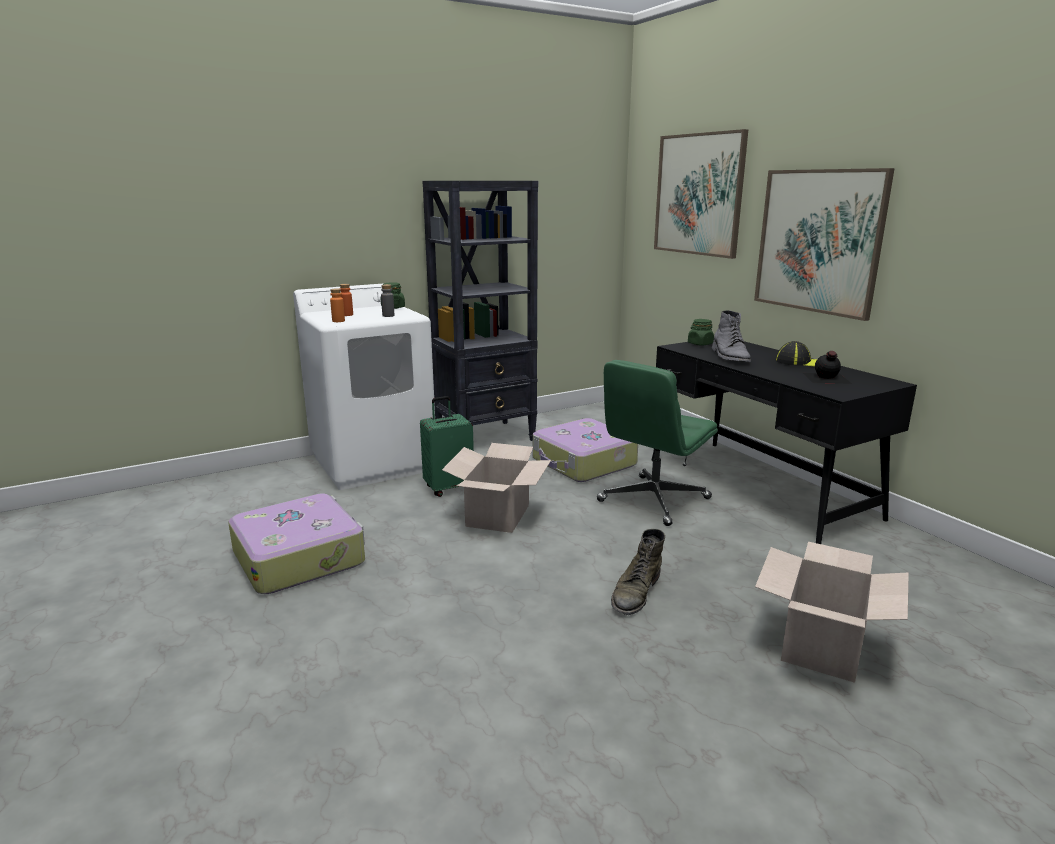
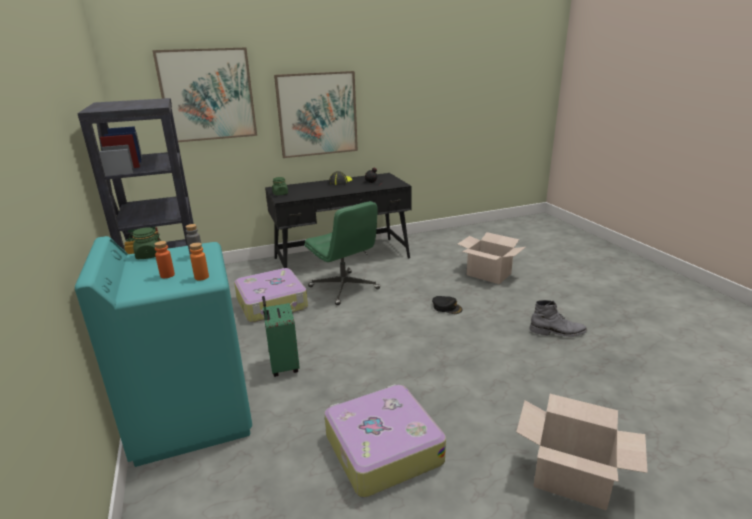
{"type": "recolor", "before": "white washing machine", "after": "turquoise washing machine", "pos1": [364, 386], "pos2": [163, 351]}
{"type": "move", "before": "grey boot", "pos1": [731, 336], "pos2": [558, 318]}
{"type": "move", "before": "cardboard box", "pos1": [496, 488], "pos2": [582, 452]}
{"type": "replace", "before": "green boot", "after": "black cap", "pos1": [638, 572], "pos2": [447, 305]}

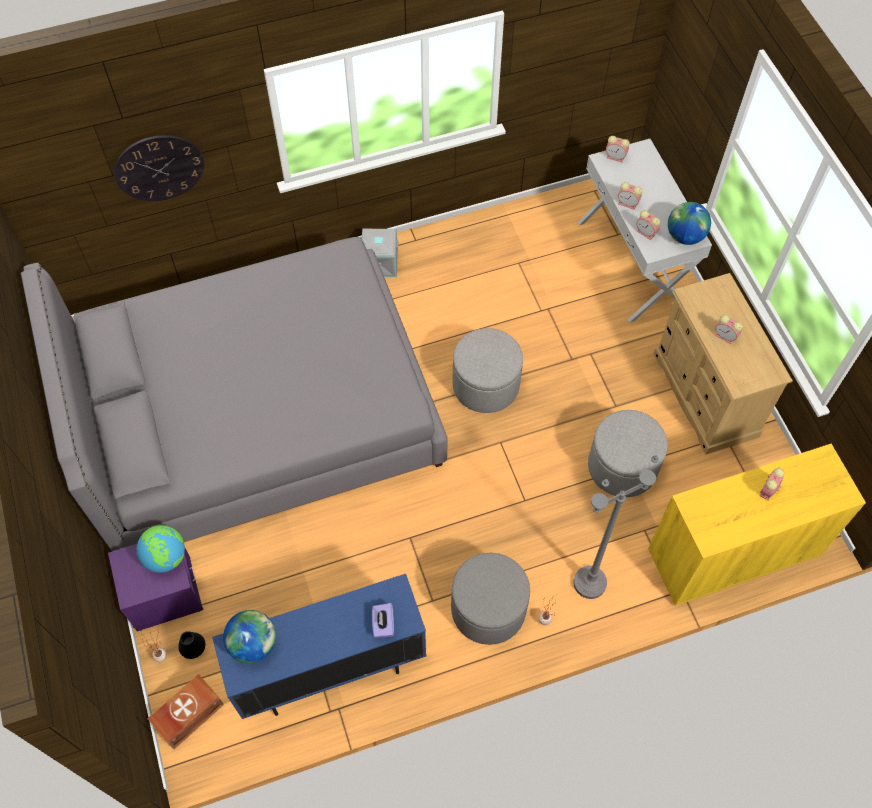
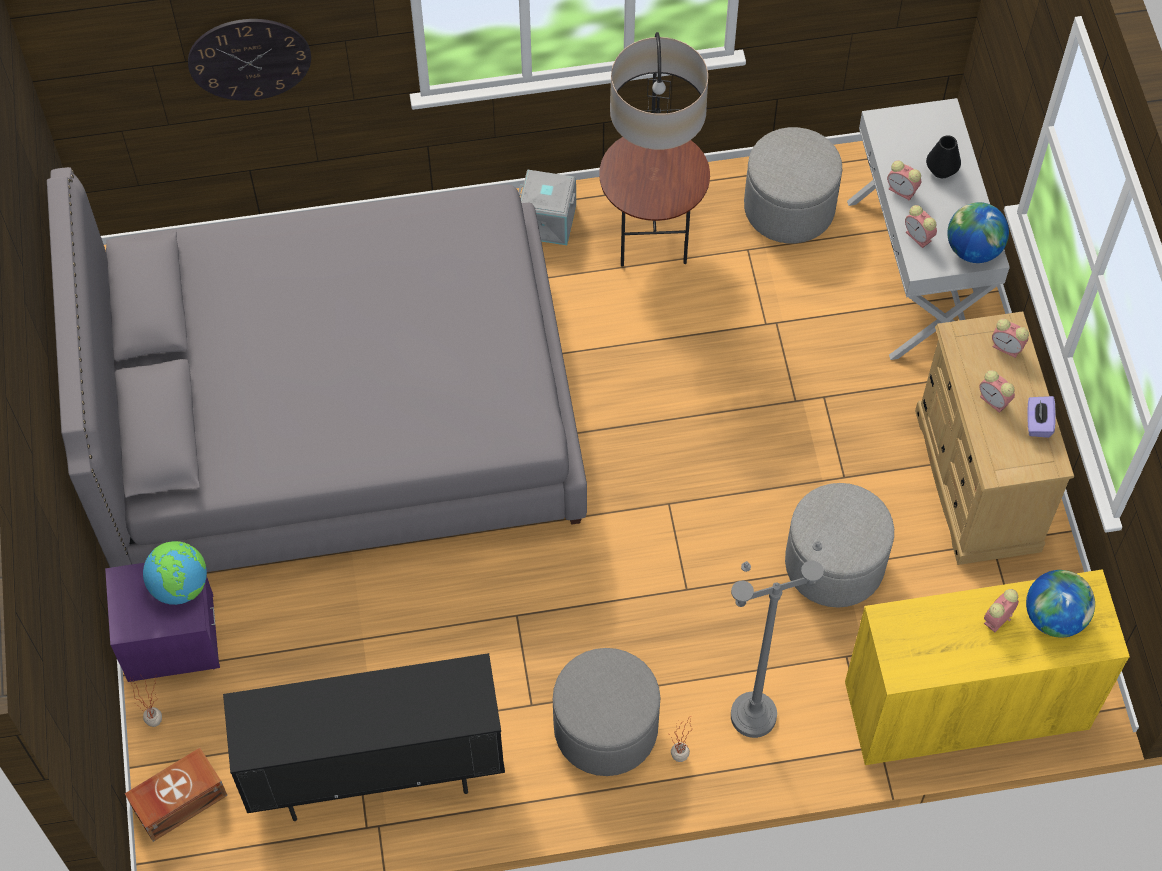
{"type": "move", "before": "alarm clock", "pos1": [618, 149], "pos2": [1010, 338]}
{"type": "move", "before": "grey ottoman", "pos1": [487, 370], "pos2": [793, 185]}
{"type": "recolor", "before": "blue cabinet", "after": "black cabinet", "pos1": [319, 646], "pos2": [364, 737]}
{"type": "move", "before": "purple tissue box", "pos1": [383, 620], "pos2": [1041, 417]}
{"type": "move", "before": "globe", "pos1": [249, 636], "pos2": [1060, 604]}
{"type": "move", "before": "black vase", "pos1": [191, 645], "pos2": [943, 156]}
{"type": "insert", "after": "floor lamp", "pos2": [654, 149]}

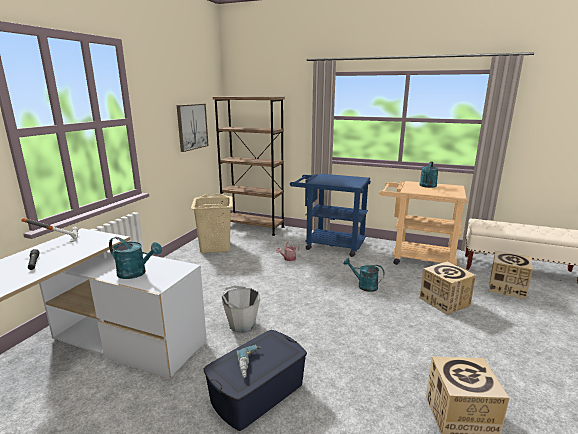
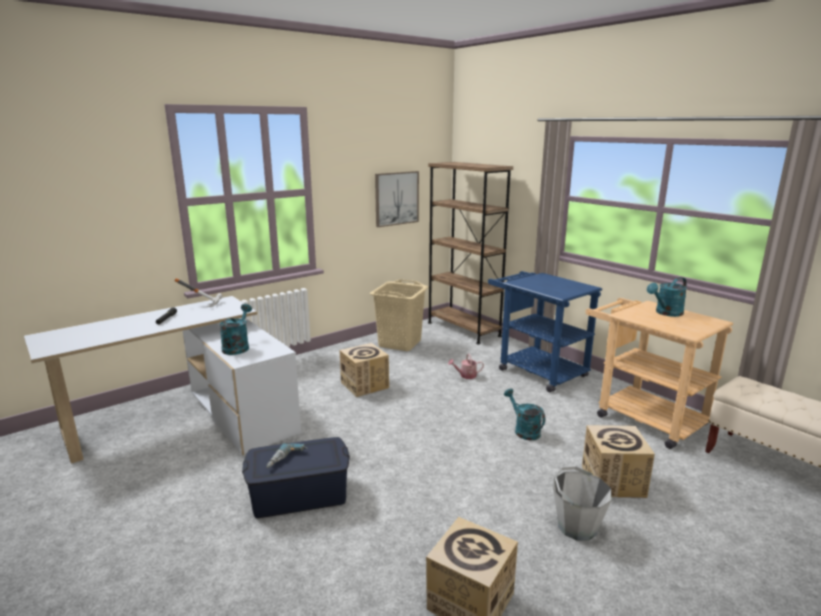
{"type": "rotate", "before": "turquoise watering can", "pos1": [135, 258], "pos2": [236, 329], "turn": -135}
{"type": "move", "before": "cardboard box", "pos1": [511, 275], "pos2": [364, 370]}
{"type": "move", "before": "grey bucket", "pos1": [241, 309], "pos2": [582, 503]}

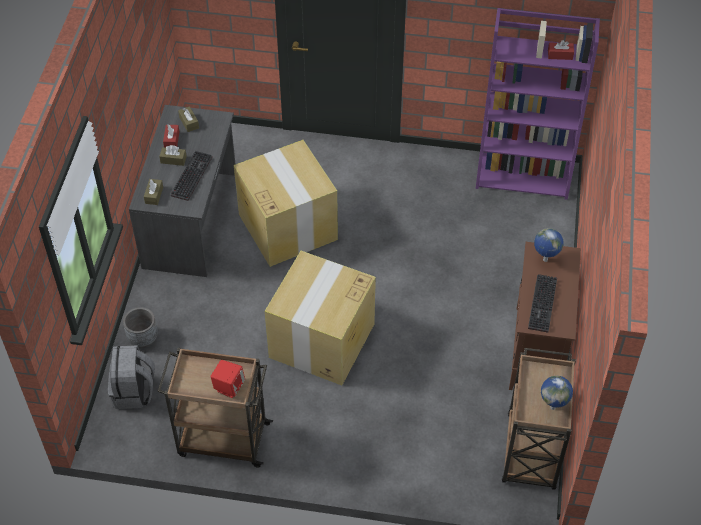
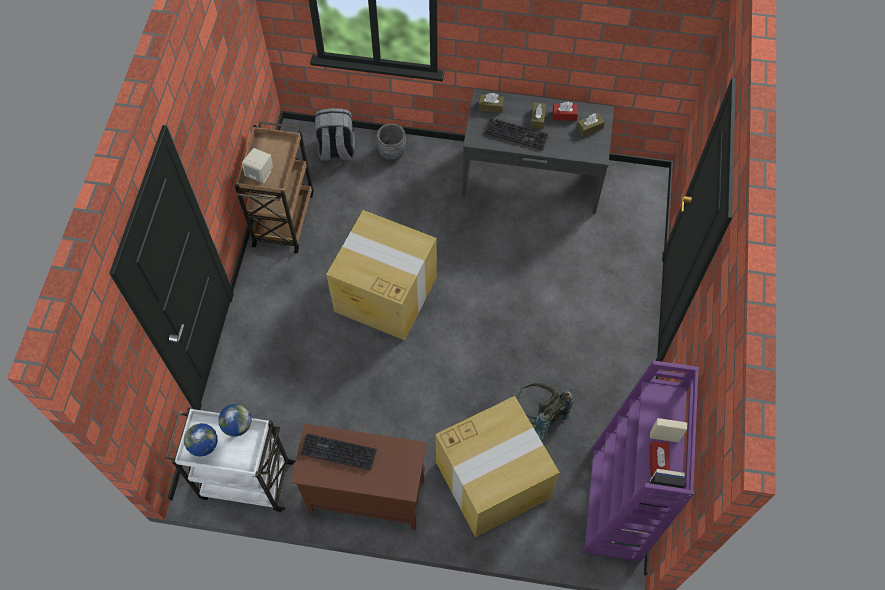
{"type": "move", "before": "cardboard box", "pos1": [286, 203], "pos2": [498, 466]}
{"type": "move", "before": "globe", "pos1": [548, 245], "pos2": [235, 420]}
{"type": "recolor", "before": "brown cart", "after": "white cart", "pos1": [539, 419], "pos2": [230, 460]}
{"type": "recolor", "before": "red speaker", "after": "beige speaker", "pos1": [227, 379], "pos2": [257, 165]}
{"type": "insert", "after": "grey backpack", "pos2": [545, 412]}

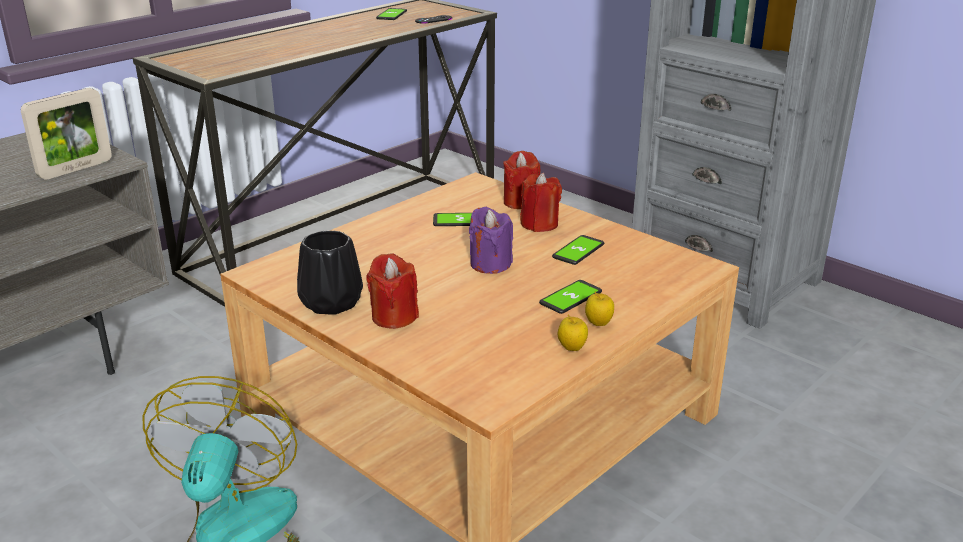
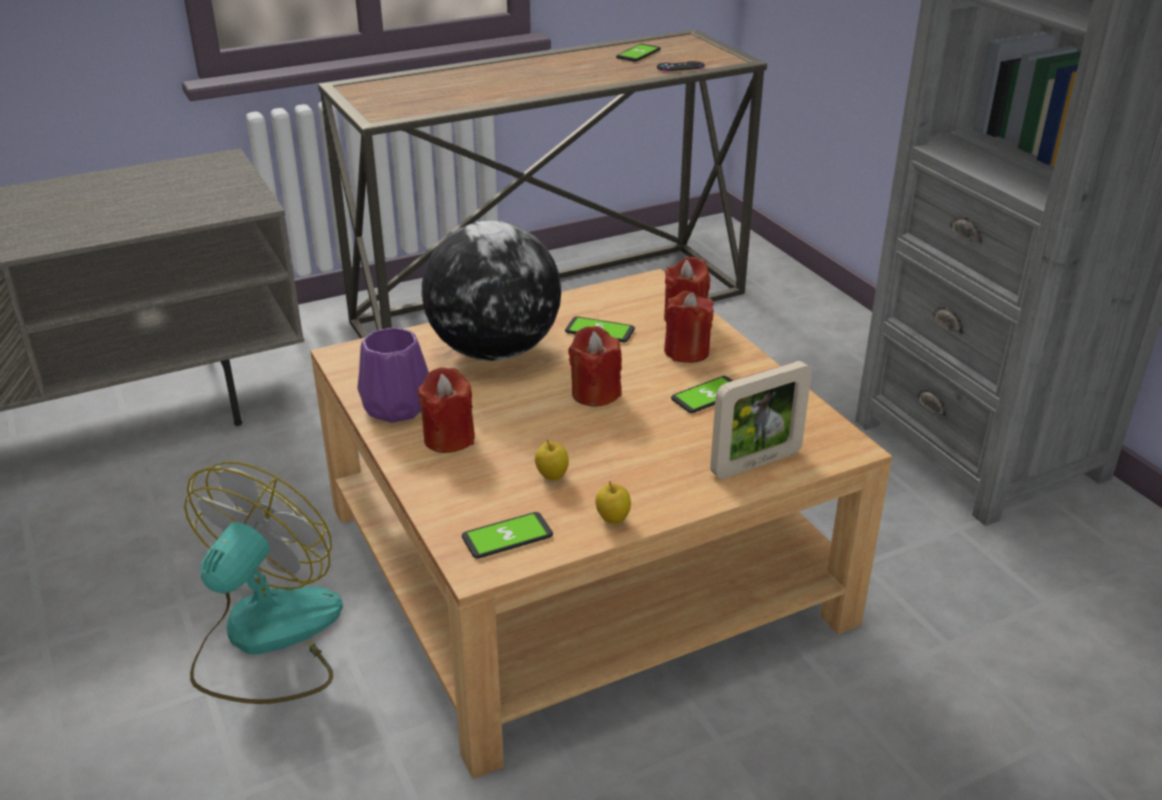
{"type": "move", "before": "picture frame", "pos1": [66, 134], "pos2": [761, 420]}
{"type": "recolor", "before": "purple candle", "after": "red candle", "pos1": [491, 240], "pos2": [595, 366]}
{"type": "recolor", "before": "black vase", "after": "purple vase", "pos1": [330, 272], "pos2": [393, 375]}
{"type": "move", "before": "phone", "pos1": [570, 297], "pos2": [507, 535]}
{"type": "move", "before": "apple", "pos1": [599, 309], "pos2": [552, 460]}
{"type": "insert", "after": "globe", "pos2": [491, 291]}

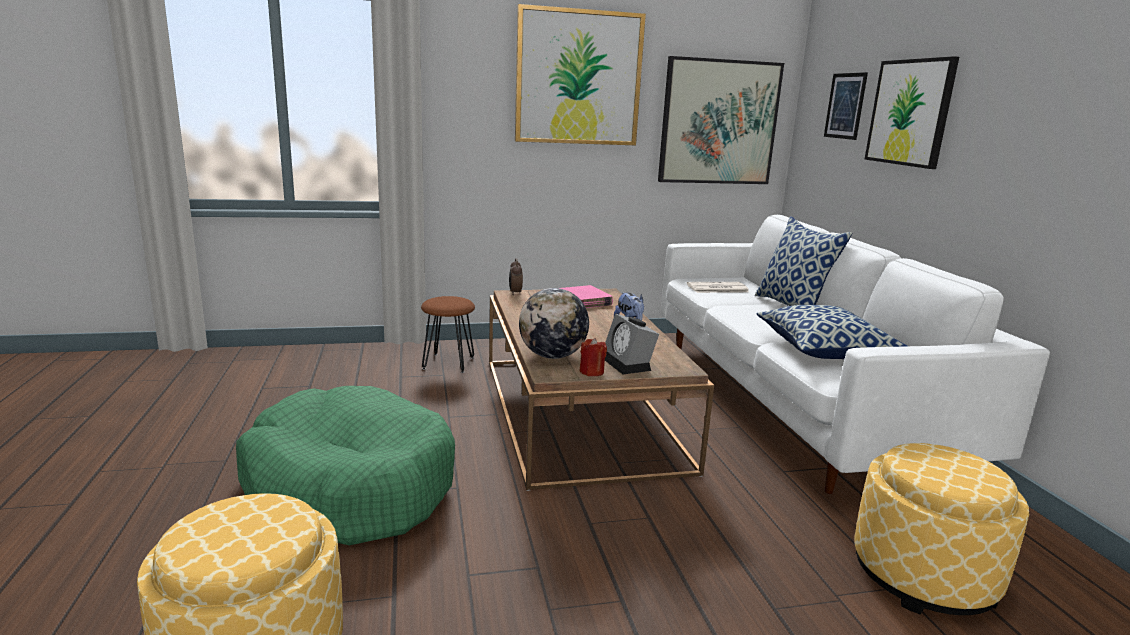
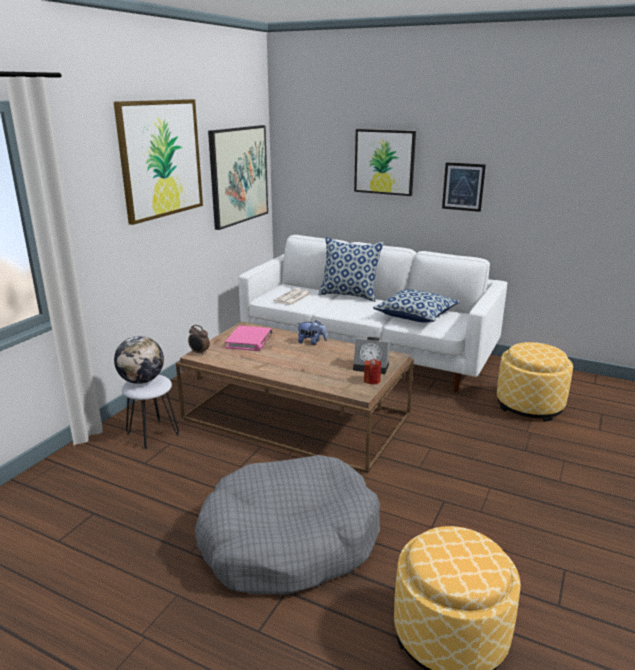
{"type": "move", "before": "picture", "pos1": [846, 106], "pos2": [464, 187]}
{"type": "move", "before": "globe", "pos1": [554, 323], "pos2": [139, 360]}
{"type": "recolor", "before": "brown stool", "after": "white stool", "pos1": [448, 334], "pos2": [150, 412]}
{"type": "recolor", "before": "green dog bed", "after": "grey dog bed", "pos1": [345, 465], "pos2": [287, 525]}

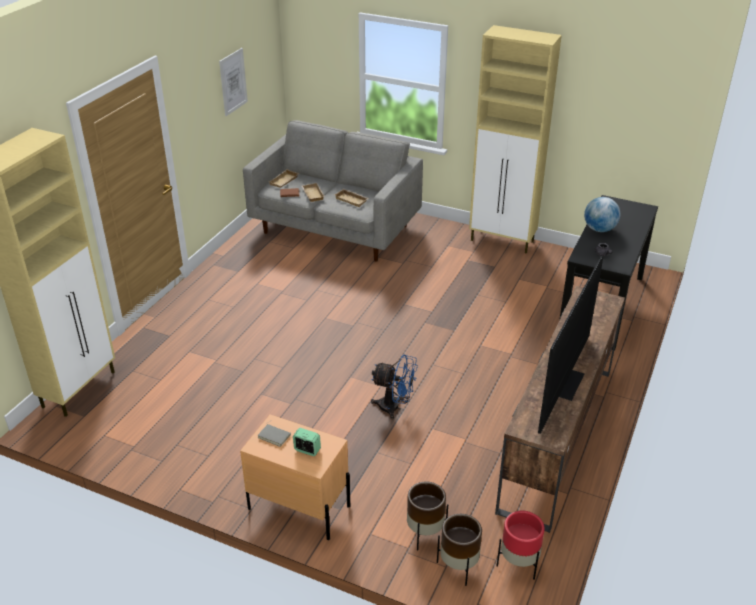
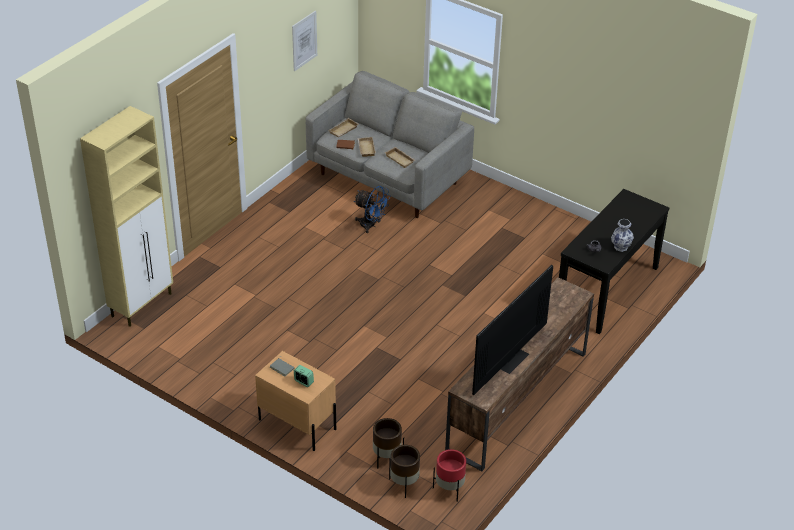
{"type": "delete", "before": "beige cabinet", "pos1": [515, 139]}
{"type": "delete", "before": "globe", "pos1": [602, 214]}
{"type": "move", "before": "blue fan", "pos1": [394, 386], "pos2": [372, 209]}
{"type": "insert", "after": "vase", "pos2": [622, 235]}

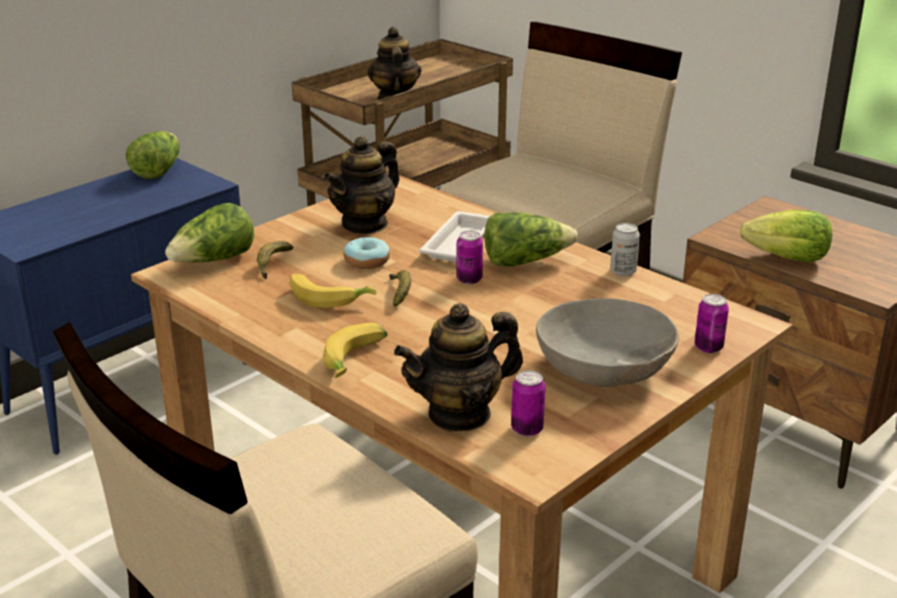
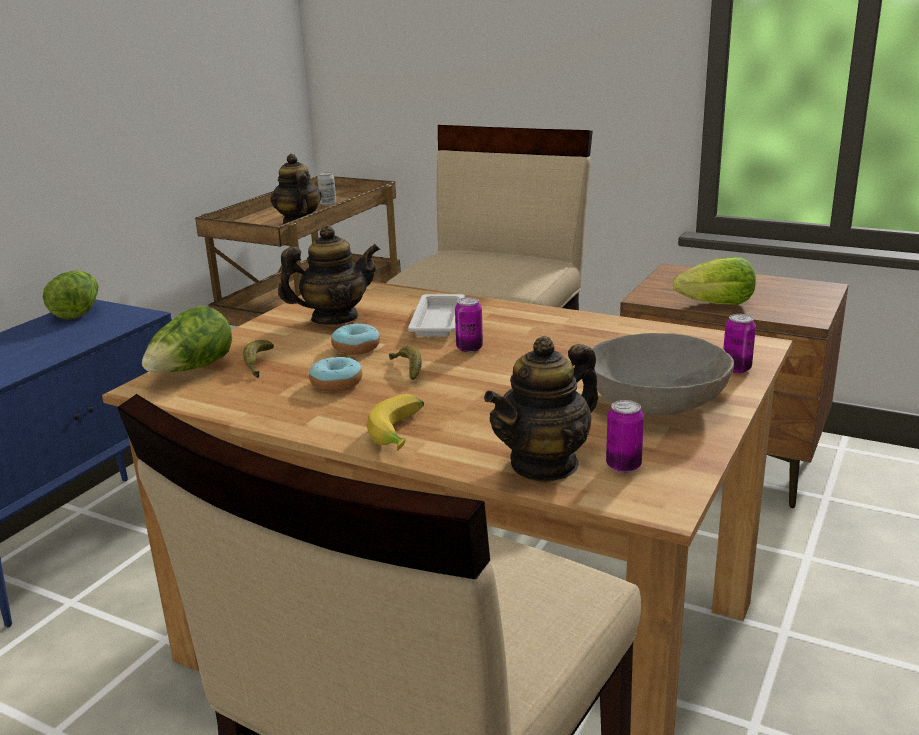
{"type": "rotate", "before": "teapot", "pos1": [362, 185], "pos2": [329, 275], "turn": -135}
{"type": "delete", "before": "lettuce", "pos1": [531, 239]}
{"type": "move", "before": "can", "pos1": [625, 249], "pos2": [326, 189]}
{"type": "replace", "before": "banana", "after": "donut", "pos1": [332, 291], "pos2": [335, 374]}

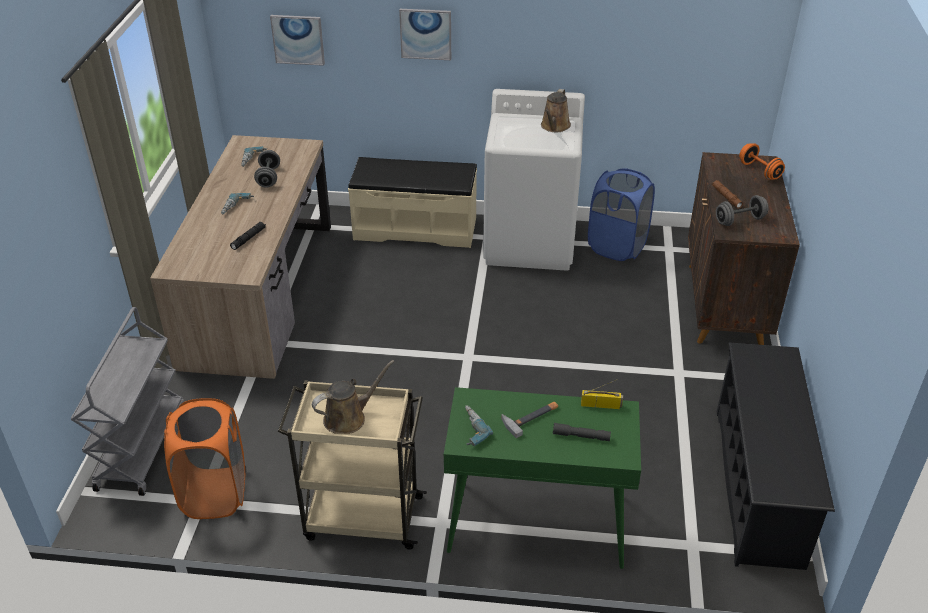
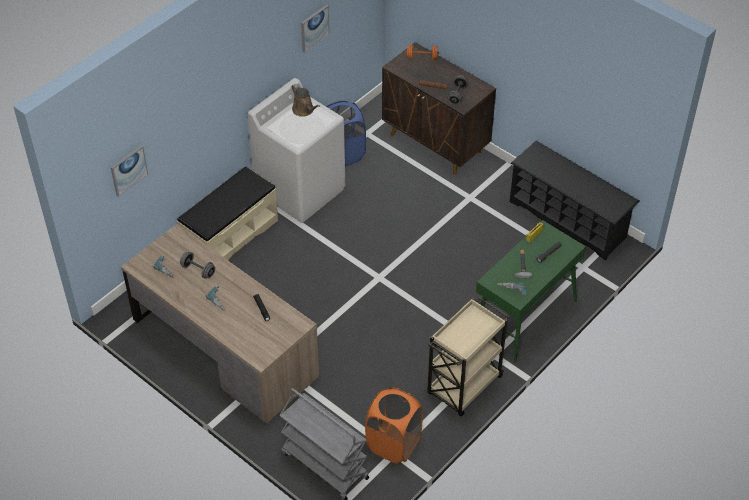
{"type": "move", "before": "picture", "pos1": [425, 34], "pos2": [315, 29]}
{"type": "delete", "before": "brown watering can", "pos1": [353, 397]}

